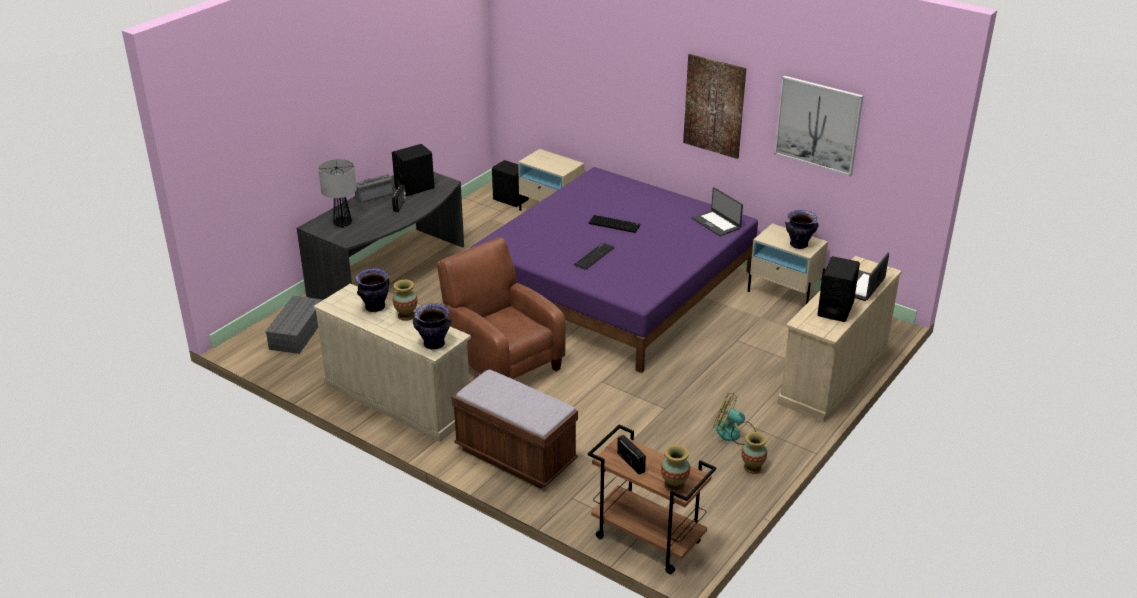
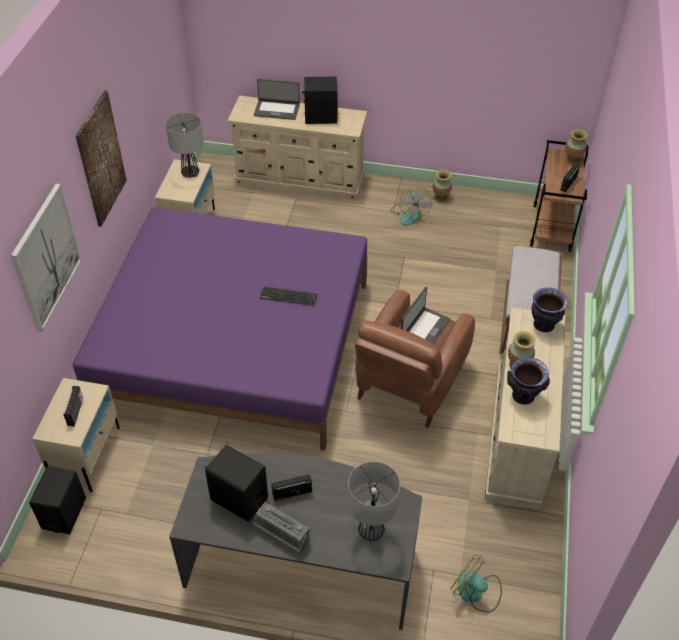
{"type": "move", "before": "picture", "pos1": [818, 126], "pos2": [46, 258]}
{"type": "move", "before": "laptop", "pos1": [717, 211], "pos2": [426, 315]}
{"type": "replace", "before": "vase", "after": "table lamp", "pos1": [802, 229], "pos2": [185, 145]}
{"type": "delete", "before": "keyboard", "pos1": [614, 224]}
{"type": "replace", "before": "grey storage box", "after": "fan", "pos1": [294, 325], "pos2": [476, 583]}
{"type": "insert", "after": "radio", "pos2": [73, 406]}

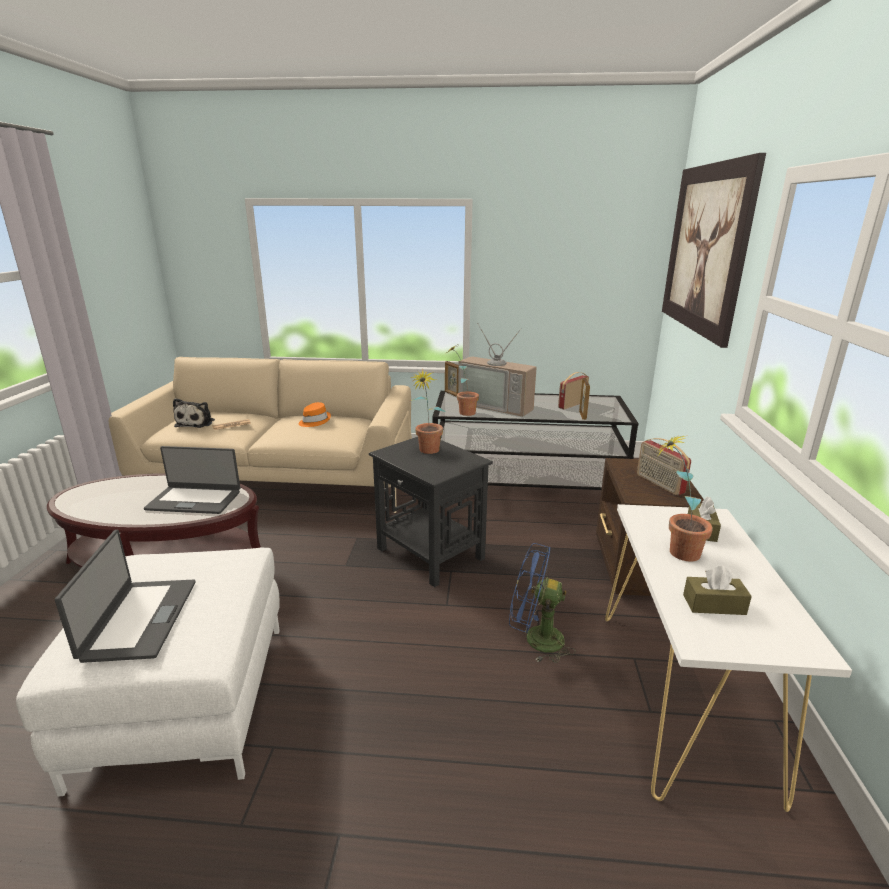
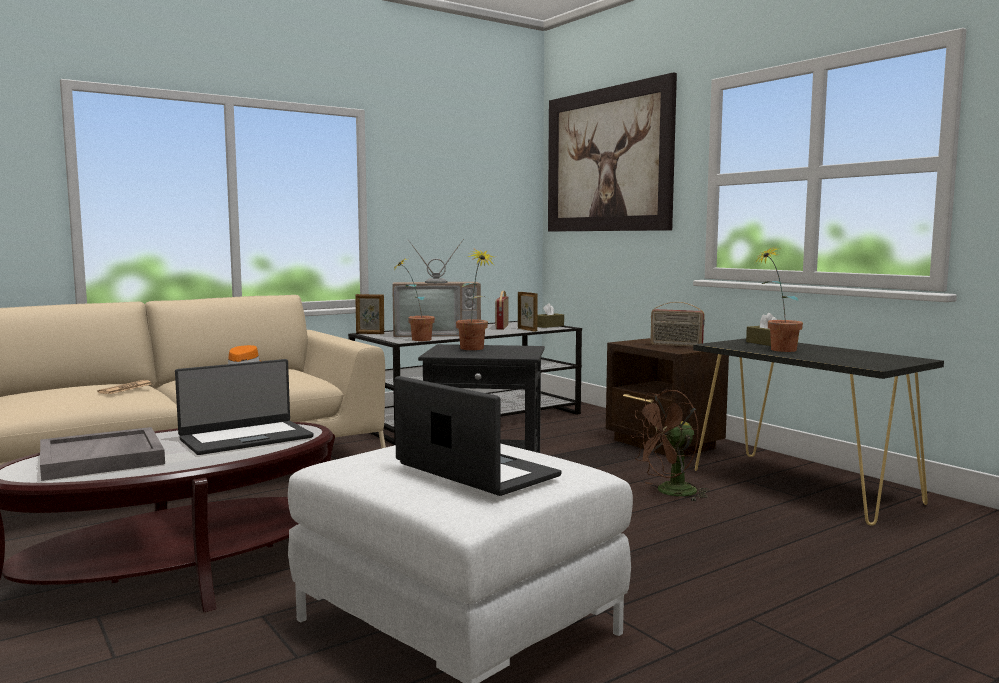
{"type": "delete", "before": "plush toy", "pos1": [194, 413]}
{"type": "recolor", "before": "white console table", "after": "black console table", "pos1": [728, 658], "pos2": [818, 432]}
{"type": "recolor", "before": "blue fan", "after": "brown fan", "pos1": [542, 603], "pos2": [670, 445]}
{"type": "move", "before": "brown tissue box", "pos1": [717, 590], "pos2": [550, 315]}
{"type": "insert", "after": "grey tray", "pos2": [102, 454]}

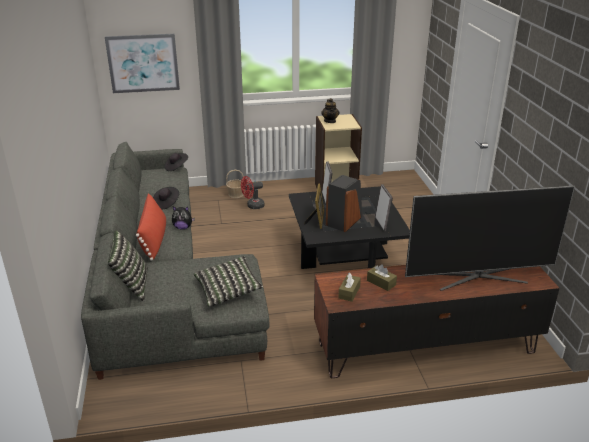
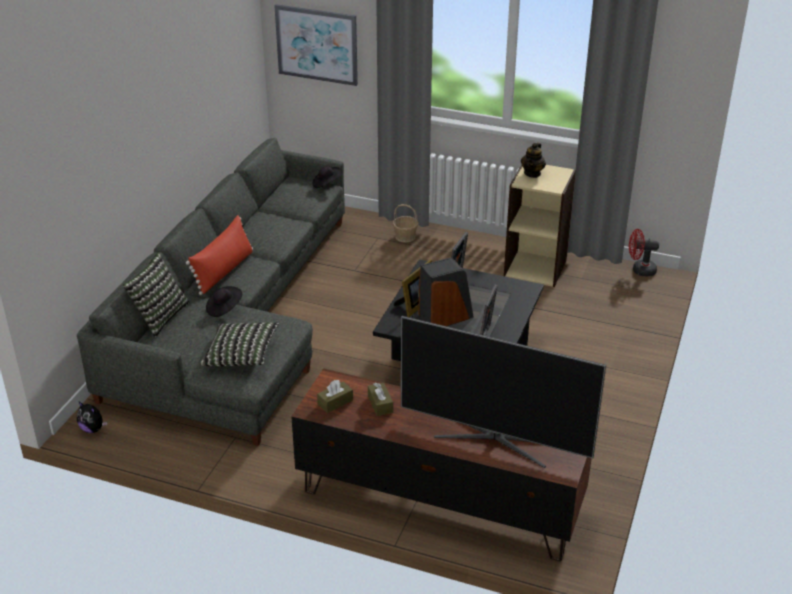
{"type": "move", "before": "red fan", "pos1": [253, 192], "pos2": [644, 253]}
{"type": "move", "before": "black hat", "pos1": [166, 198], "pos2": [224, 301]}
{"type": "move", "before": "plush toy", "pos1": [183, 218], "pos2": [92, 417]}

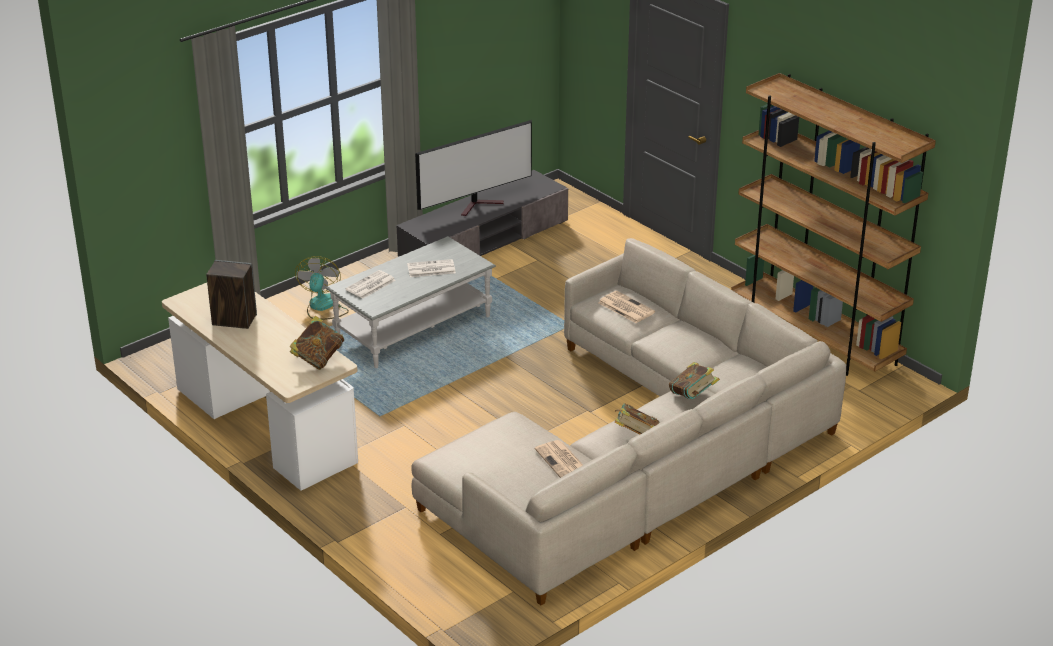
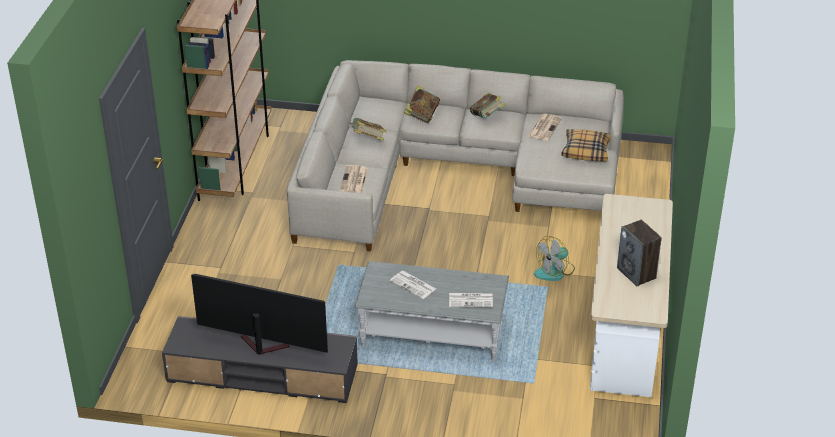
{"type": "move", "before": "fan", "pos1": [322, 288], "pos2": [554, 258]}
{"type": "move", "before": "book", "pos1": [317, 343], "pos2": [368, 129]}
{"type": "insert", "after": "pillow", "pos2": [586, 145]}

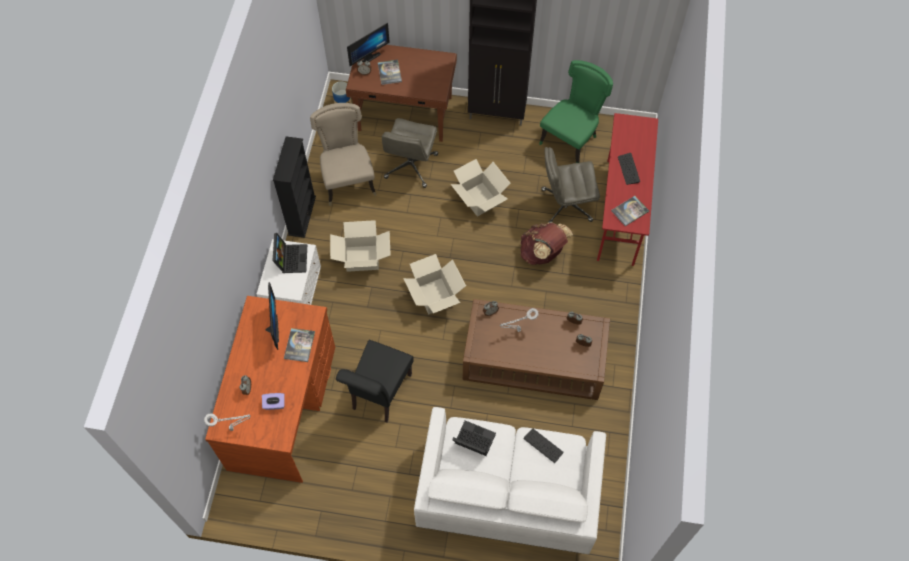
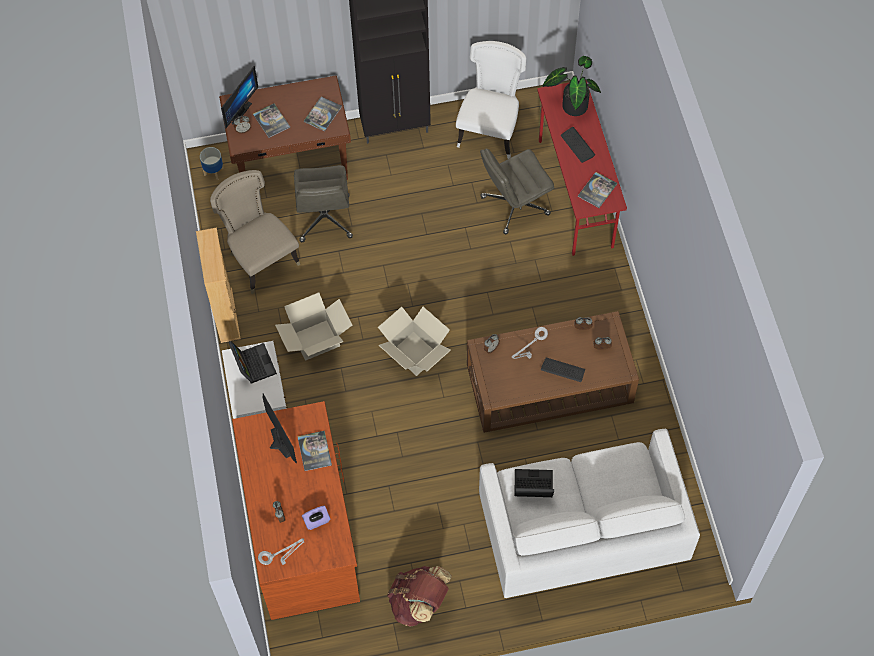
{"type": "recolor", "before": "green chair", "after": "white chair", "pos1": [576, 111], "pos2": [491, 100]}
{"type": "recolor", "before": "black bookcase", "after": "beige bookcase", "pos1": [294, 187], "pos2": [218, 285]}
{"type": "delete", "before": "cardboard box", "pos1": [481, 188]}
{"type": "move", "before": "brown backpack", "pos1": [547, 244], "pos2": [419, 596]}
{"type": "delete", "before": "black chair", "pos1": [375, 381]}
{"type": "move", "before": "keyboard", "pos1": [543, 446], "pos2": [563, 369]}
{"type": "insert", "after": "potted plant", "pos2": [572, 86]}
{"type": "insert", "after": "book", "pos2": [323, 114]}

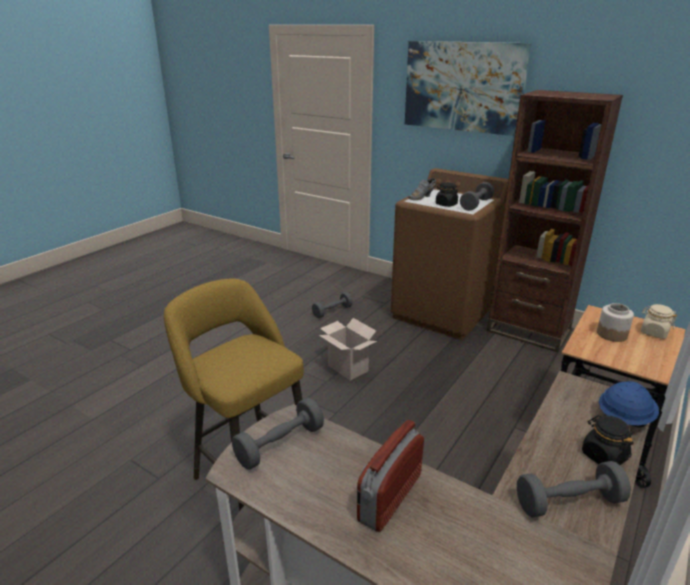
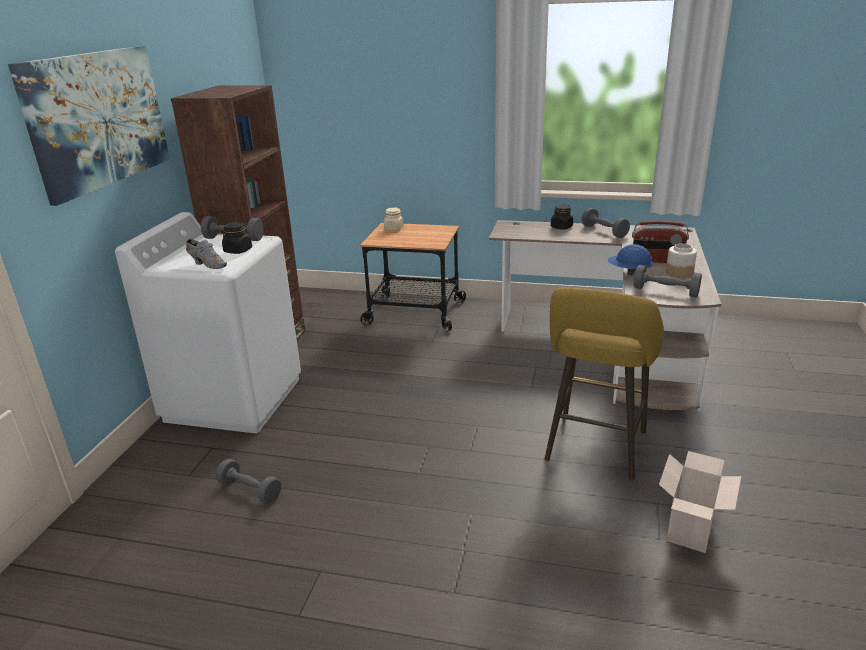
{"type": "recolor", "before": "brown washing machine", "after": "white washing machine", "pos1": [450, 254], "pos2": [208, 322]}
{"type": "move", "before": "jar", "pos1": [615, 322], "pos2": [681, 260]}
{"type": "move", "before": "cardboard box", "pos1": [348, 349], "pos2": [700, 502]}
{"type": "move", "before": "blue hard hat", "pos1": [629, 404], "pos2": [631, 260]}

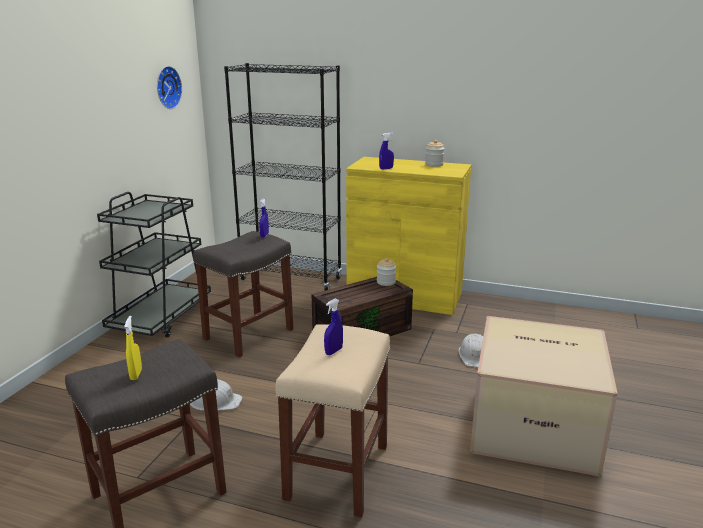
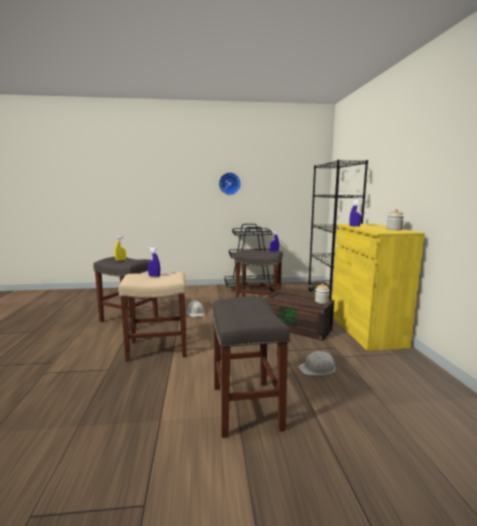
{"type": "move", "before": "wall clock", "pos1": [169, 87], "pos2": [230, 183]}
{"type": "replace", "before": "cardboard box", "after": "grey stool", "pos1": [544, 396], "pos2": [251, 367]}

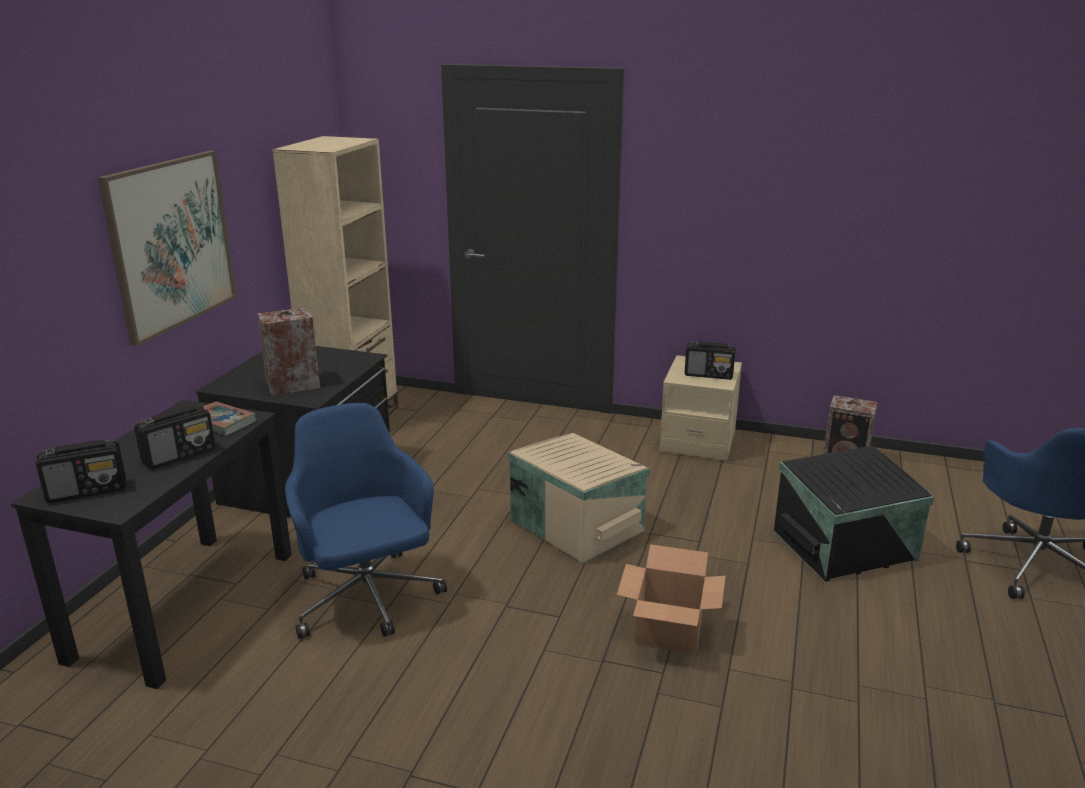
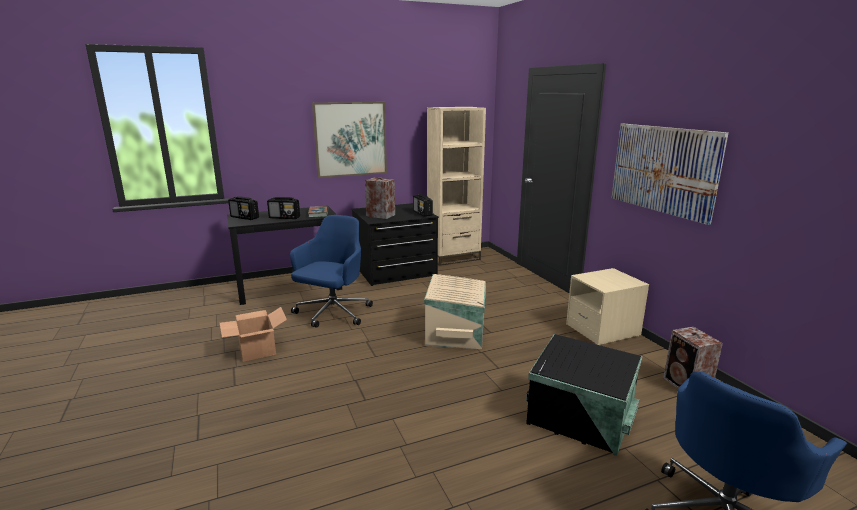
{"type": "move", "before": "radio", "pos1": [710, 361], "pos2": [423, 205]}
{"type": "move", "before": "cardboard box", "pos1": [671, 599], "pos2": [253, 334]}
{"type": "insert", "after": "picture", "pos2": [670, 174]}

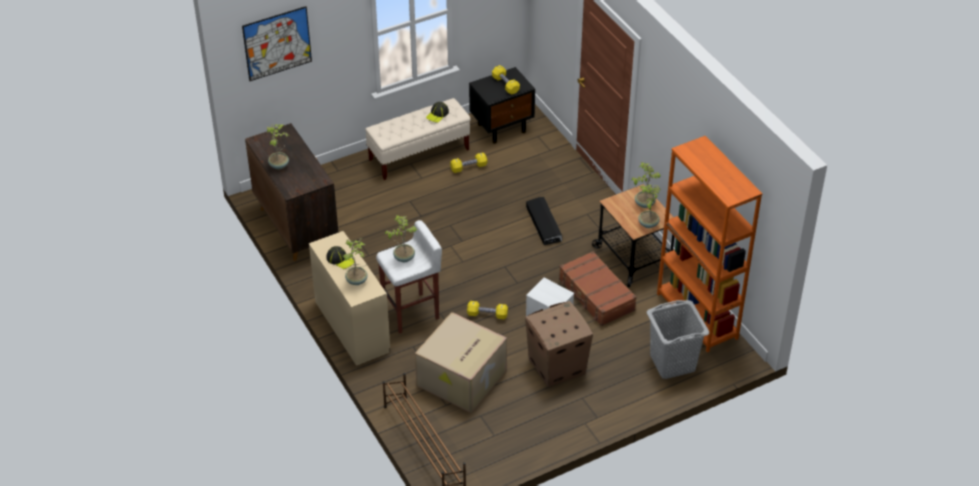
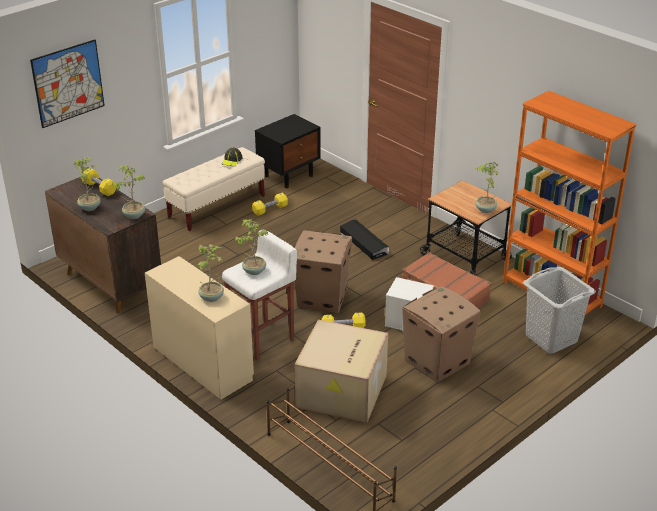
{"type": "move", "before": "yellow dumbbell", "pos1": [506, 80], "pos2": [99, 182]}
{"type": "move", "before": "potted plant", "pos1": [646, 185], "pos2": [128, 192]}
{"type": "delete", "before": "cap", "pos1": [340, 257]}
{"type": "insert", "after": "cardboard box", "pos2": [323, 271]}

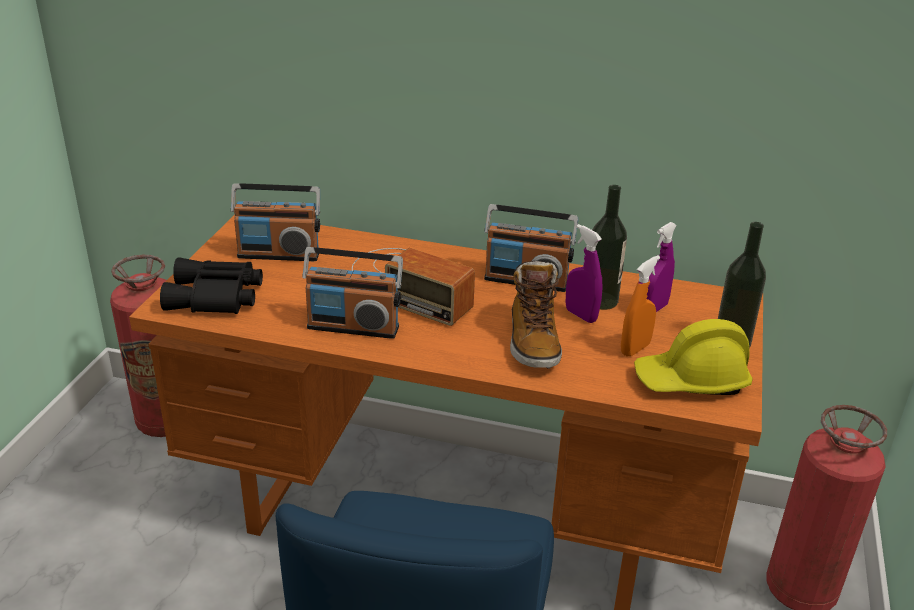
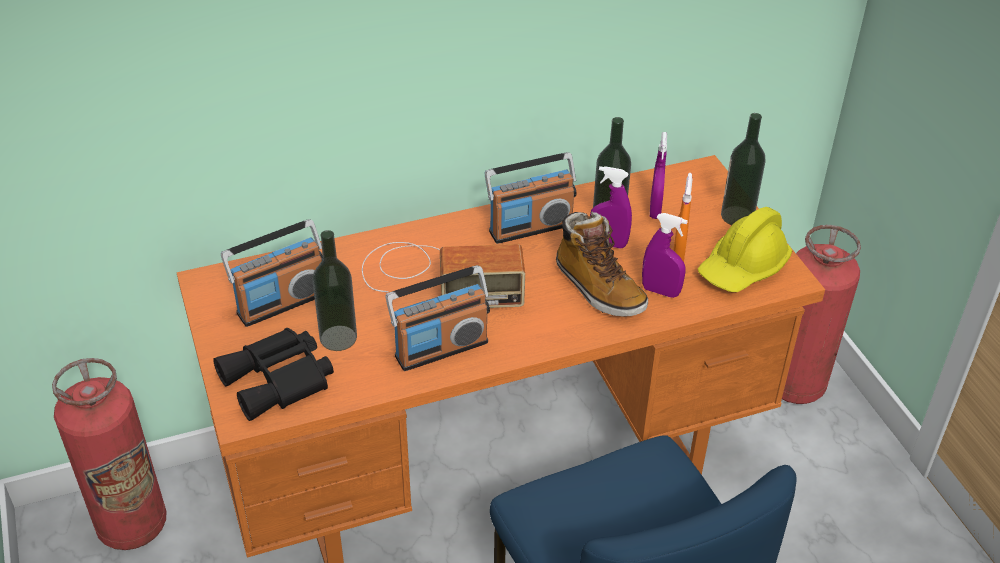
{"type": "insert", "after": "purple spray bottle", "pos2": [665, 255]}
{"type": "insert", "after": "bottle", "pos2": [335, 290]}

